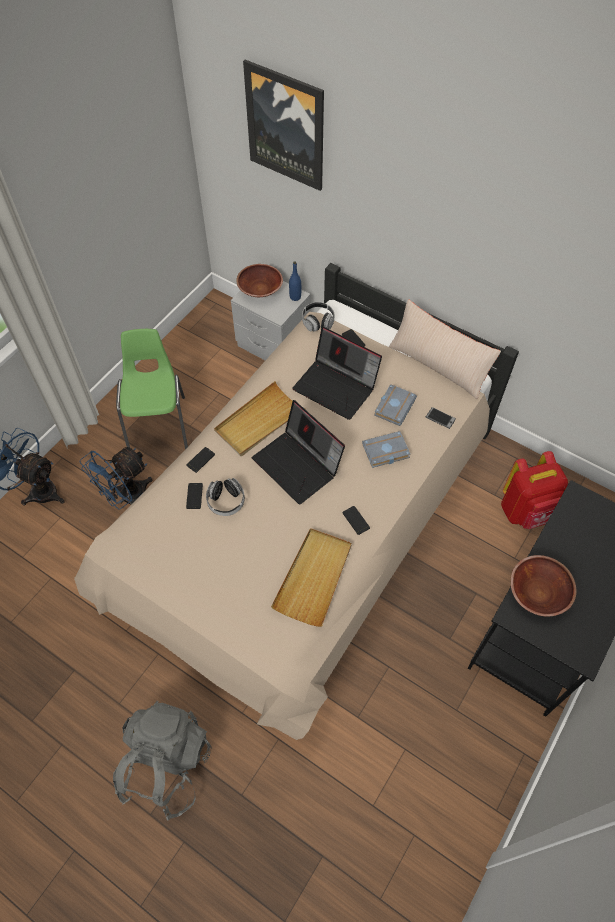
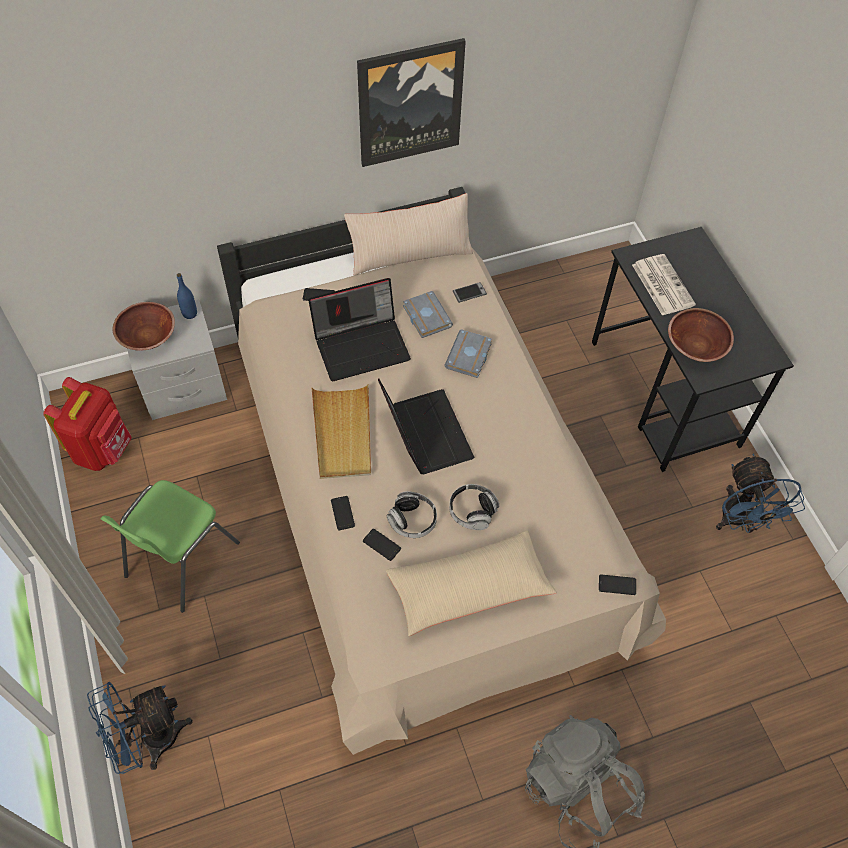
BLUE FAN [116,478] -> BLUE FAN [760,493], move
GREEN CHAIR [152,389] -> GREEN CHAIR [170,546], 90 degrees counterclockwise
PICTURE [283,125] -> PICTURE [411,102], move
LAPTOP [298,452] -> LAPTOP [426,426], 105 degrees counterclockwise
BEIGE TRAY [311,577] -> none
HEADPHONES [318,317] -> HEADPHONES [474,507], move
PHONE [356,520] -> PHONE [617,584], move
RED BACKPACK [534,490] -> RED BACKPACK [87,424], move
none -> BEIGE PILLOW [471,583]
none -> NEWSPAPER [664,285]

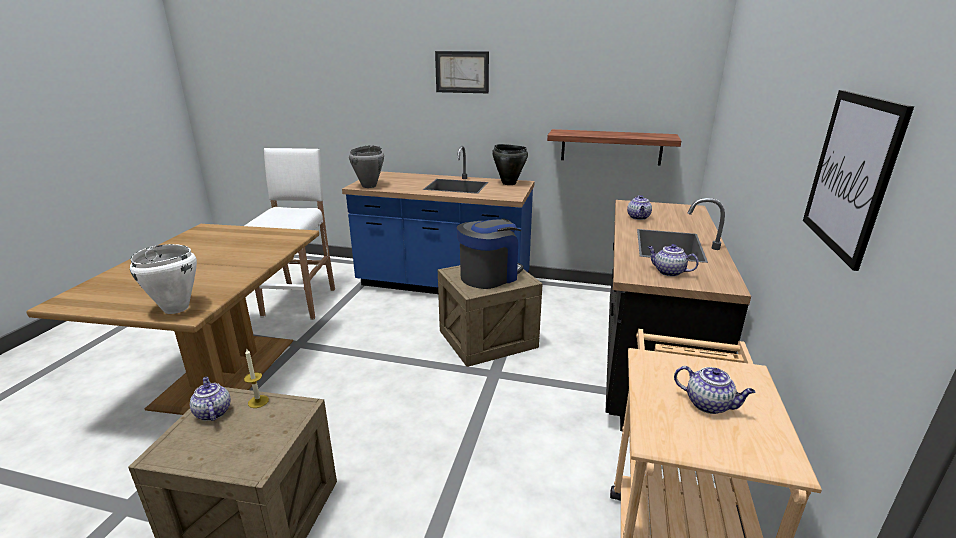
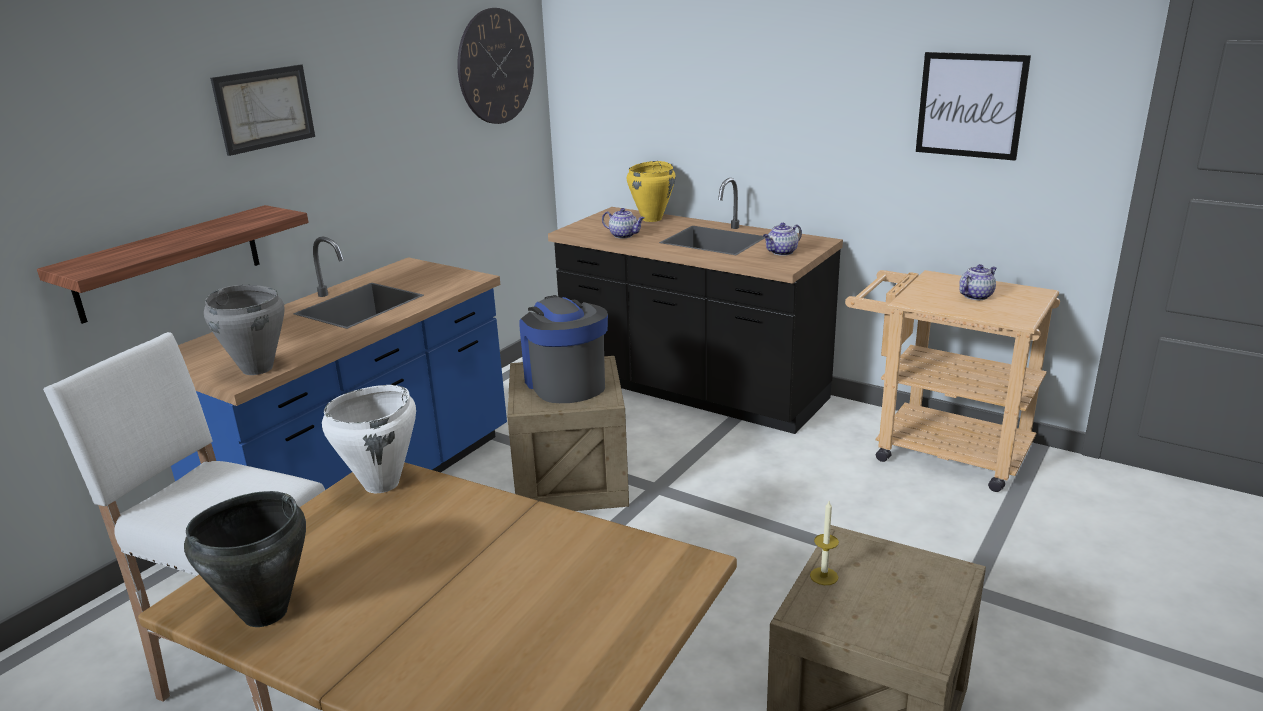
WHITE COOKING POT [163,279] -> WHITE COOKING POT [369,439], move
TEAPOT [210,399] -> none
BLACK COOKING POT [510,164] -> BLACK COOKING POT [245,559], move
SHELF [614,147] -> SHELF [173,264], move
none -> WALL CLOCK [495,66]
none -> YELLOW COOKING POT [651,191]

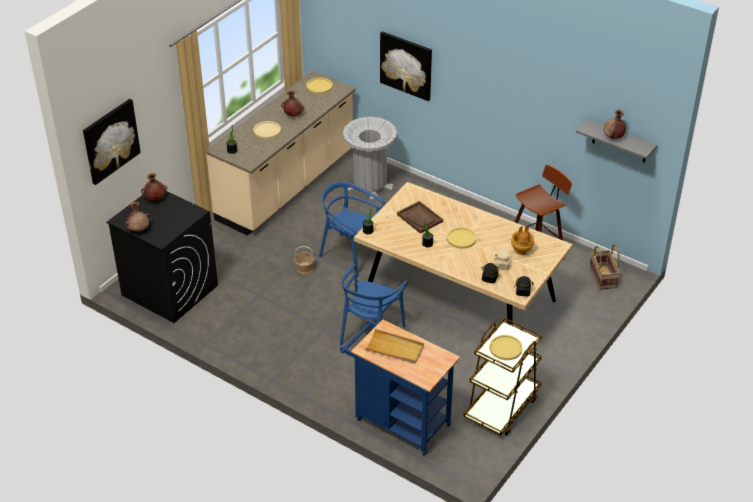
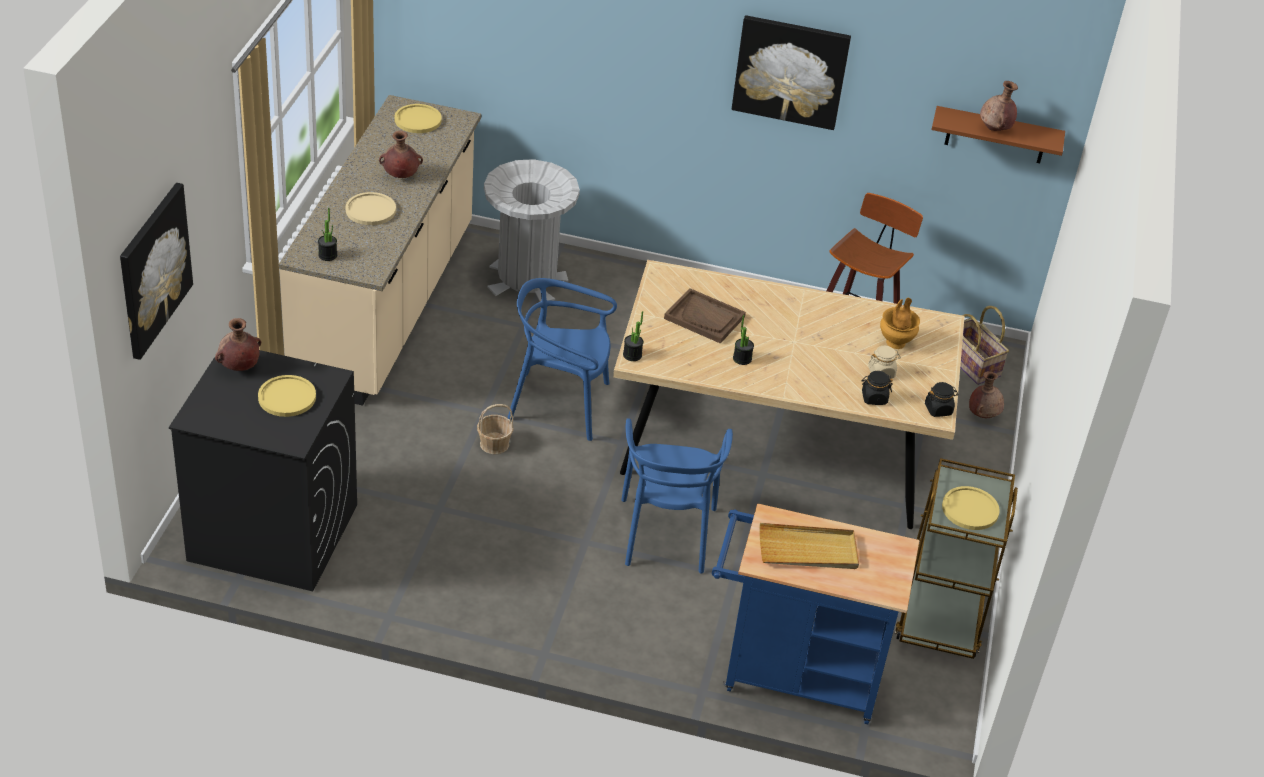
BROWN VASE [137,217] -> BROWN VASE [986,394], move
PICTURE [406,66] -> PICTURE [791,72], move
YELLOW PLATE [462,238] -> YELLOW PLATE [287,396], move
GREY SHELF [616,141] -> BROWN SHELF [998,134]

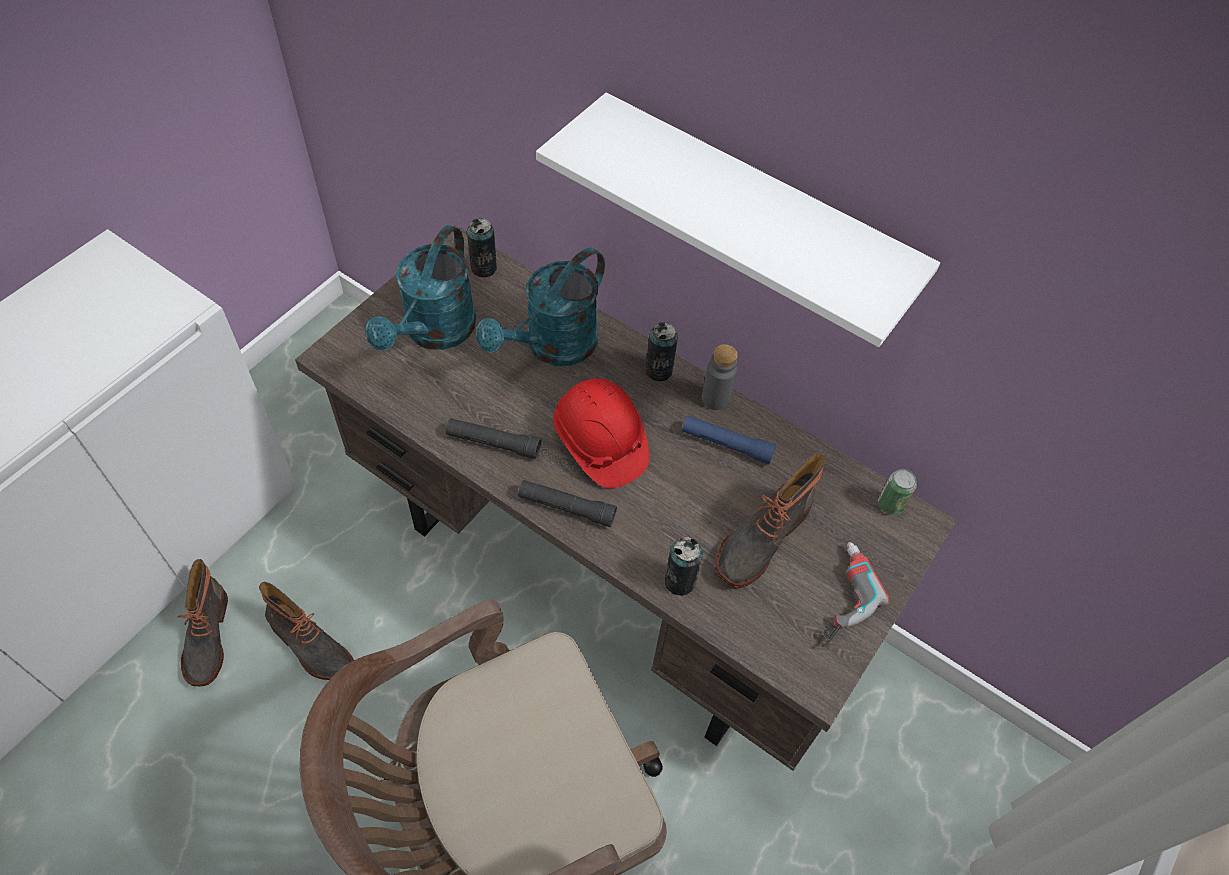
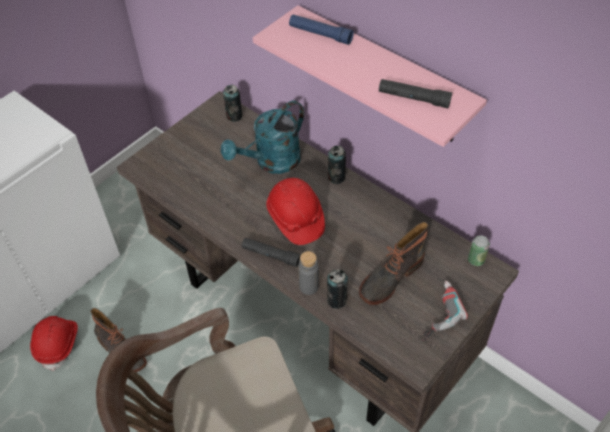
BOOT [203,622] -> RED HARD HAT [54,343]
TURQUOISE WATERING CAN [420,288] -> none
BLACK FLASHLIGHT [493,438] -> BLACK FLASHLIGHT [415,93], move
WHITE SHELF [738,220] -> PINK SHELF [370,76]
BLUE FLASHLIGHT [729,440] -> BLUE FLASHLIGHT [321,29], move
GREY BOTTLE [720,377] -> GREY BOTTLE [308,273], move

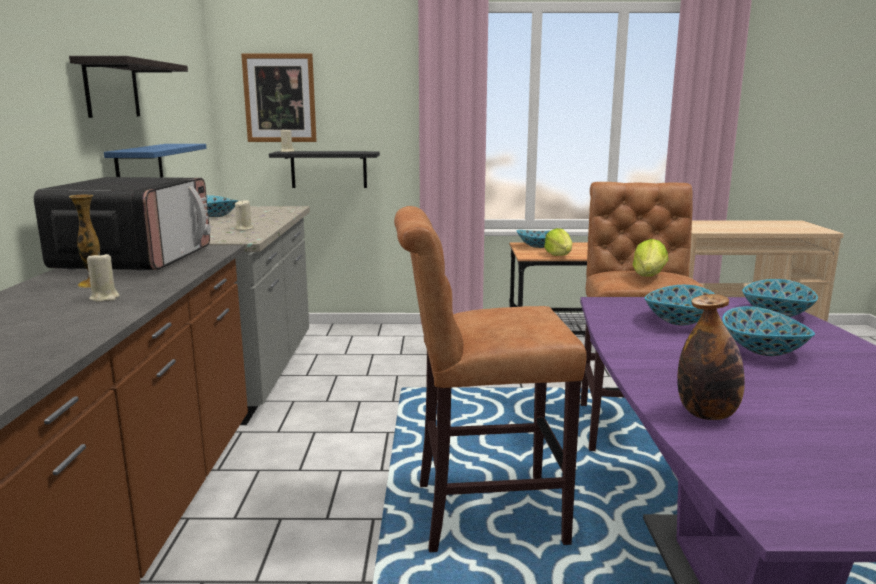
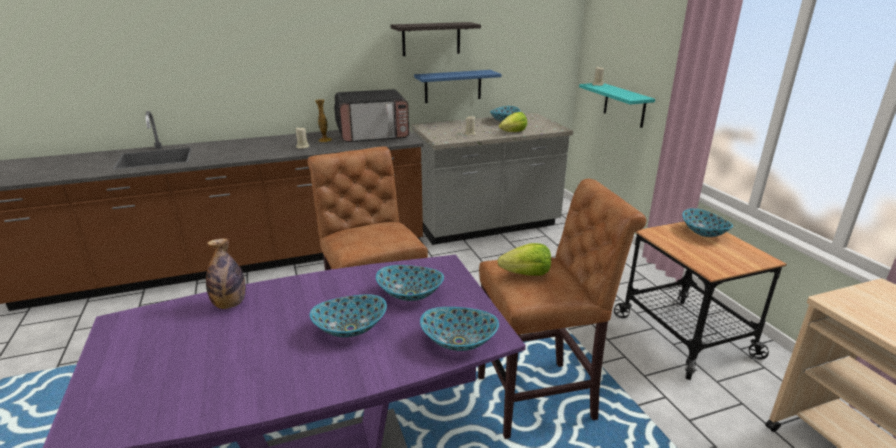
PICTURE [279,97] -> none
BLACK SHELF [324,169] -> TURQUOISE SHELF [617,105]
LETTUCE [558,242] -> LETTUCE [513,122], move

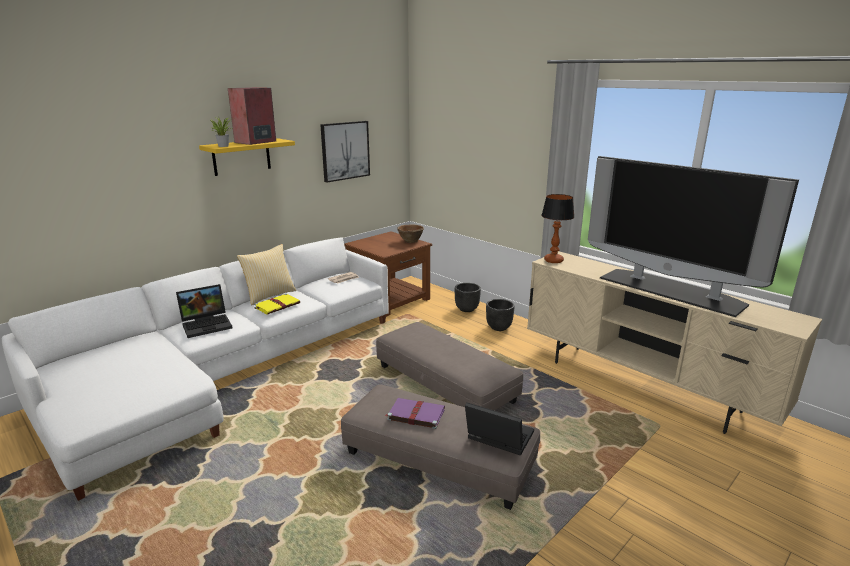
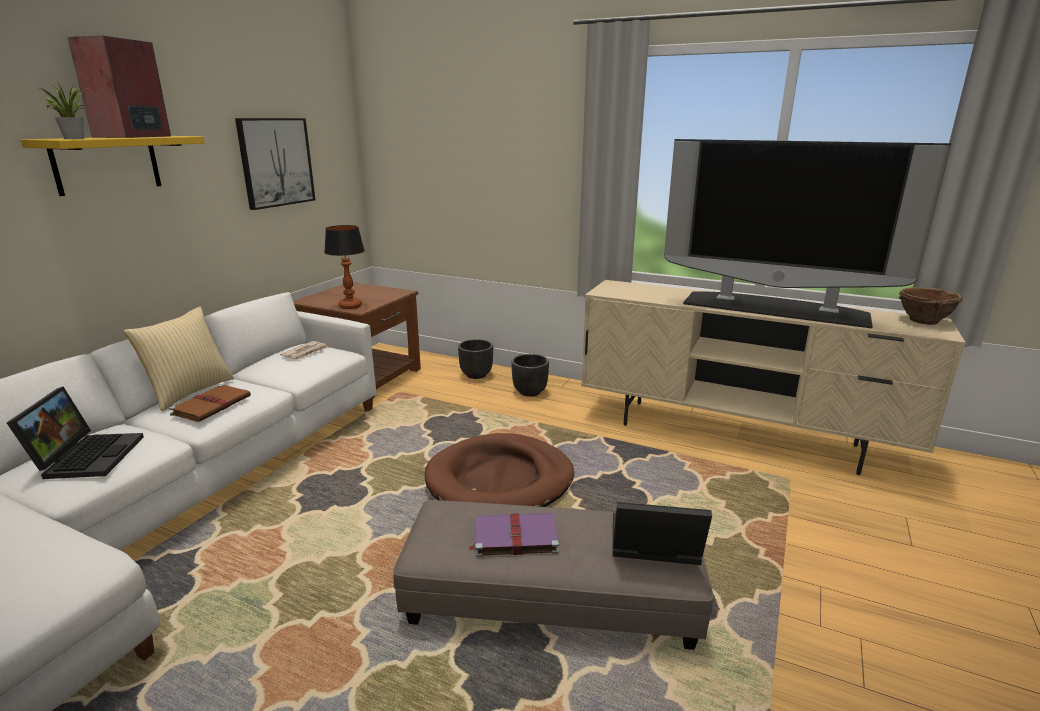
LAPTOP [204,311] -> LAPTOP [75,432], 45 degrees counterclockwise
YELLOW BOOK [277,304] -> BROWN BOOK [210,403]
GREY OTTOMAN [449,366] -> BROWN DOG BED [499,470]
BROWN BOWL [410,233] -> BROWN BOWL [931,306], move
TABLE LAMP [558,228] -> TABLE LAMP [344,267], move

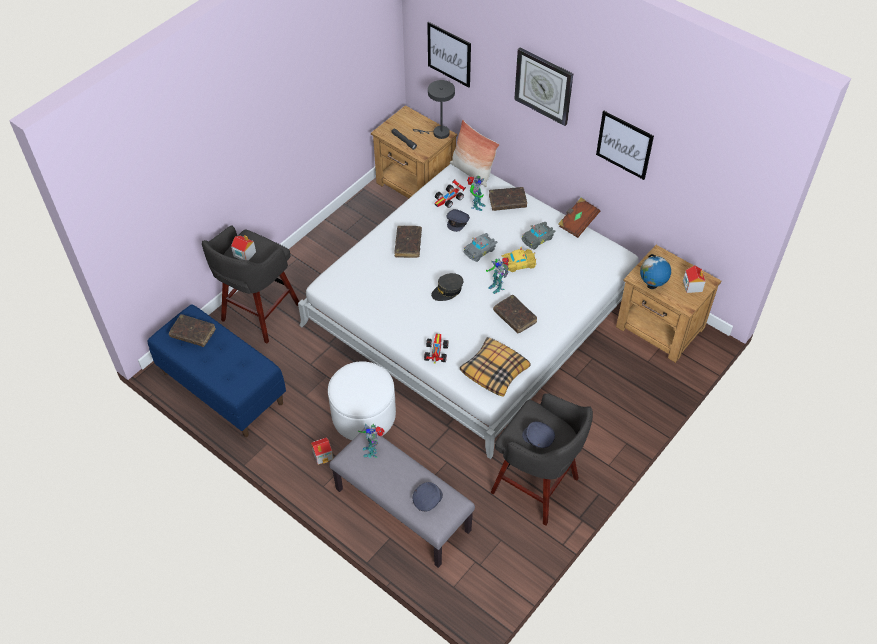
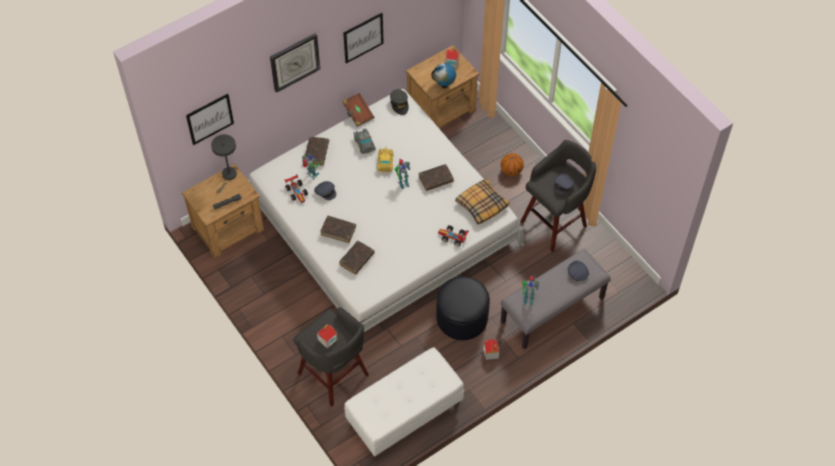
BLUE BENCH [217,370] -> WHITE BENCH [404,403]
BROWN BOOK [192,330] -> BROWN BOOK [357,258], move
WHITE OTTOMAN [362,400] -> BLACK OTTOMAN [463,308]
GREY CAP [447,287] -> GREY CAP [399,102], move
PILLOW [474,153] -> none
GREY TOY CAR [480,247] -> none
none -> BASKETBALL [512,164]

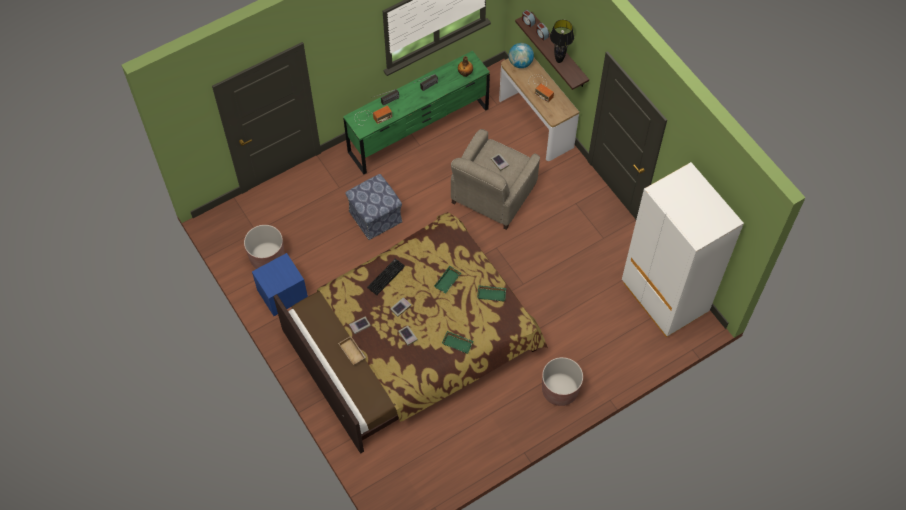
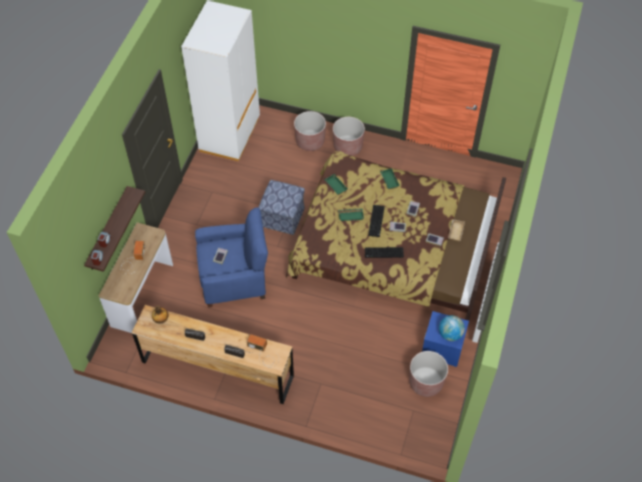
GREEN DRESSER [416,113] -> BROWN DRESSER [213,354]
OTTOMAN [374,207] -> OTTOMAN [281,207], move
BEIGE ARMCHAIR [495,179] -> BLUE ARMCHAIR [231,257]
GLOBE [521,55] -> GLOBE [452,328], move
BLACK TABLE LAMP [562,41] -> none
none -> BROWN PLANTER [310,131]
none -> KEYBOARD [376,221]

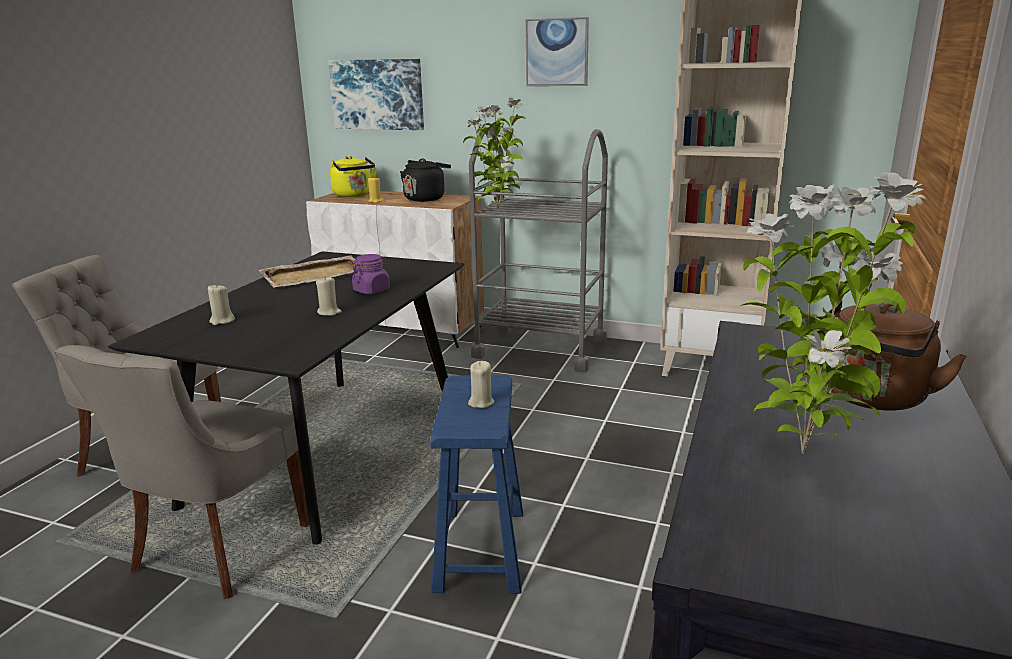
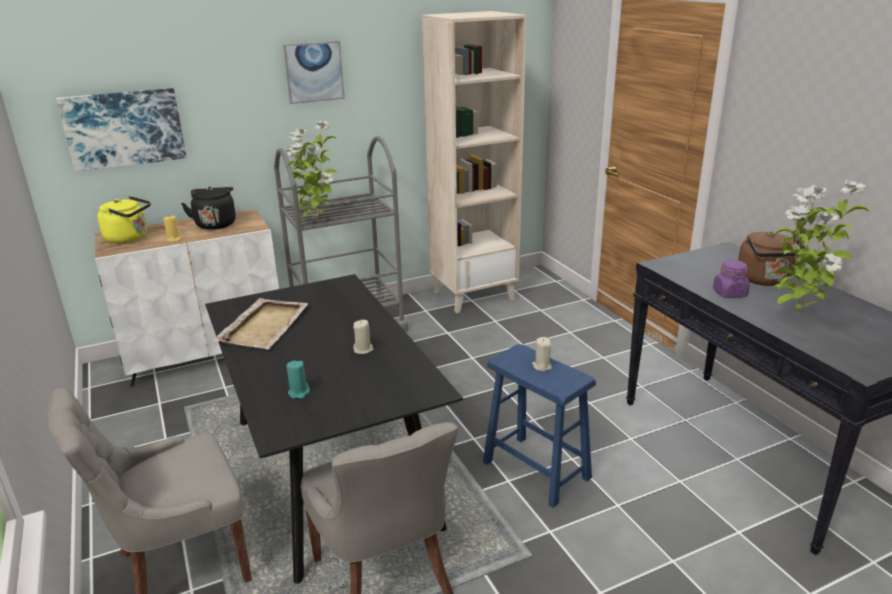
BEIGE CANDLE [221,304] -> TURQUOISE CANDLE [298,379]
PURPLE JAR [371,274] -> PURPLE JAR [731,279], move

